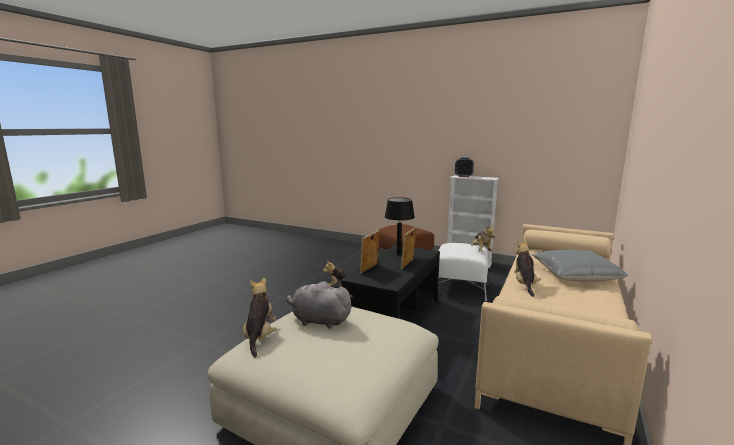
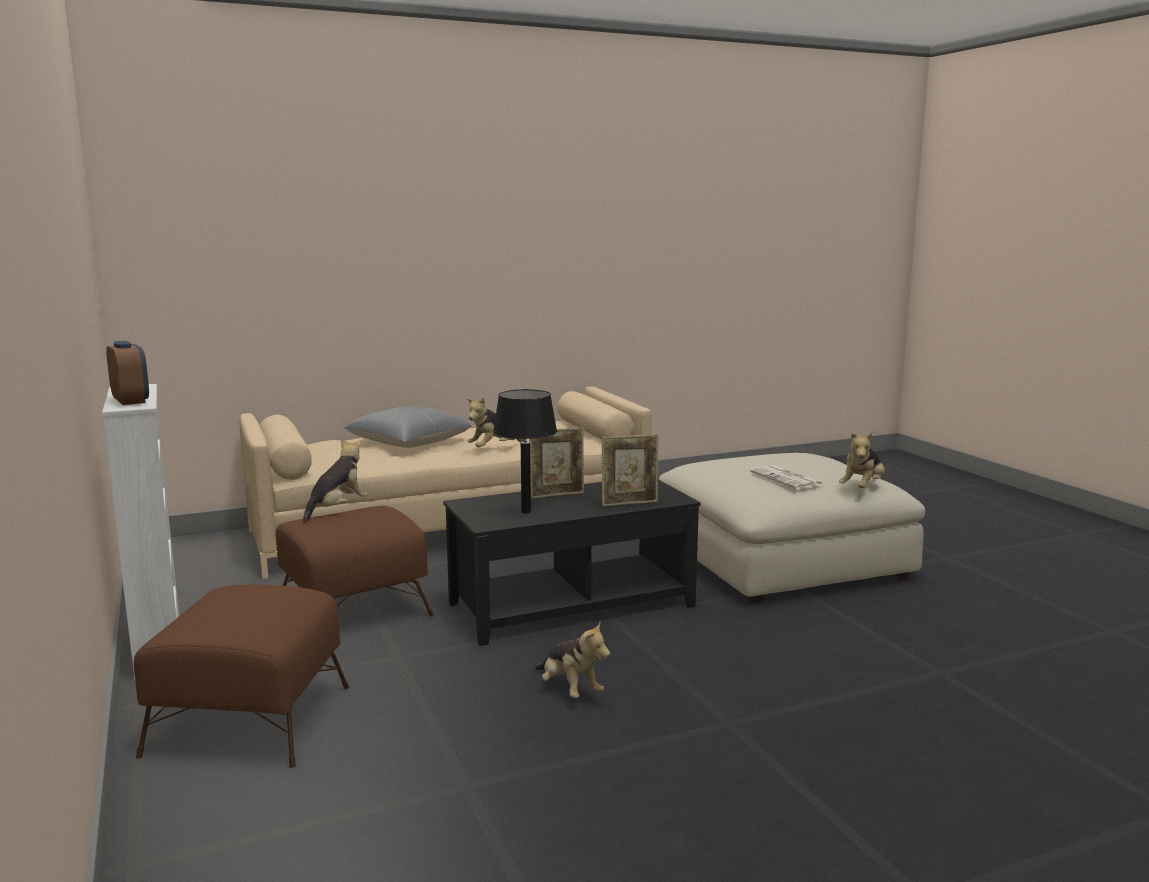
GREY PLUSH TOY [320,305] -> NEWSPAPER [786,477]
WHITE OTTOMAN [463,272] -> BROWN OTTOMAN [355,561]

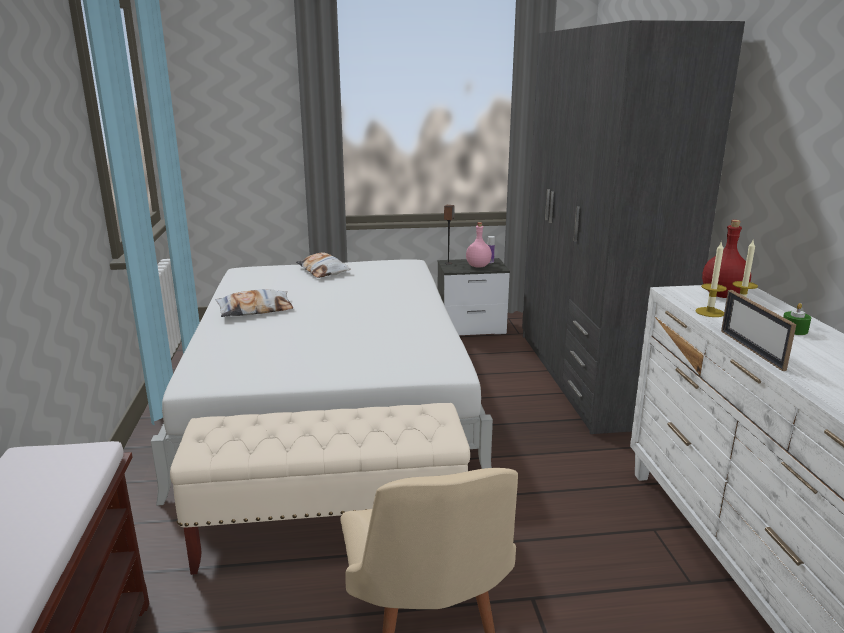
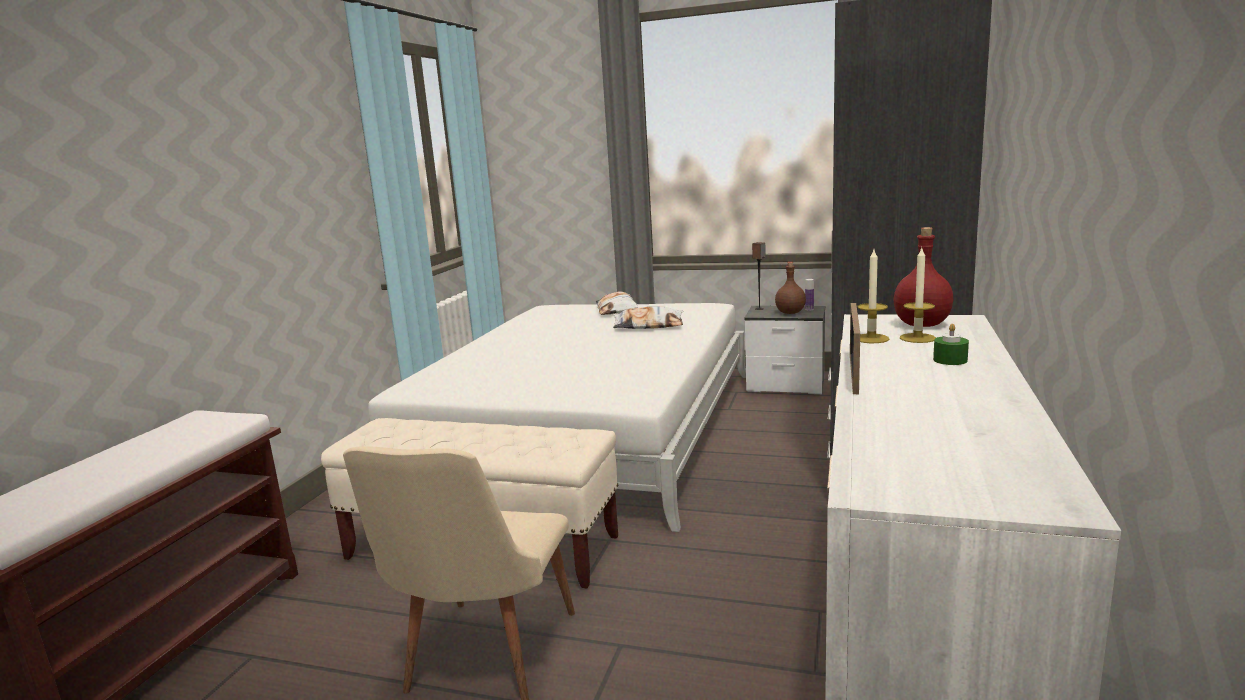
PILLOW [254,303] -> PILLOW [648,317], move
PINK BOTTLE [479,245] -> BROWN BOTTLE [790,288]

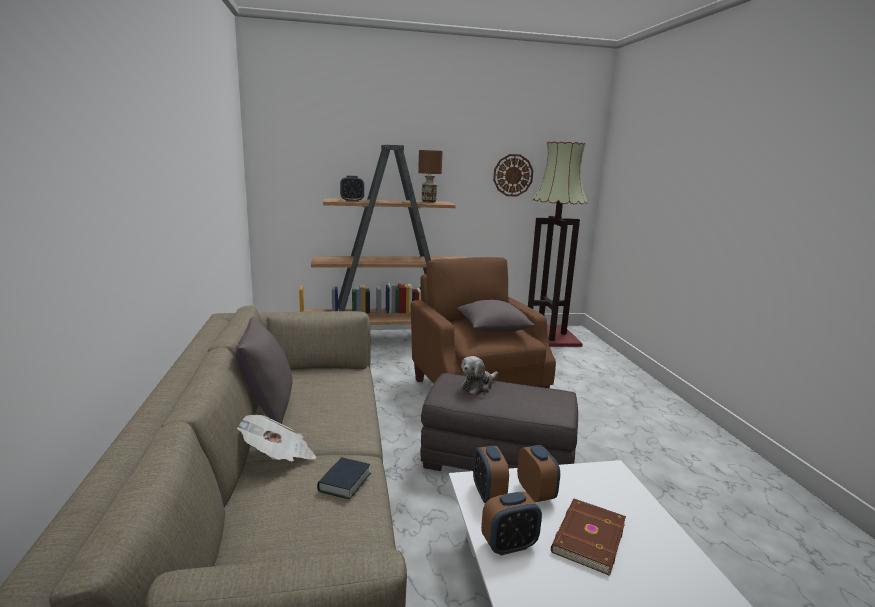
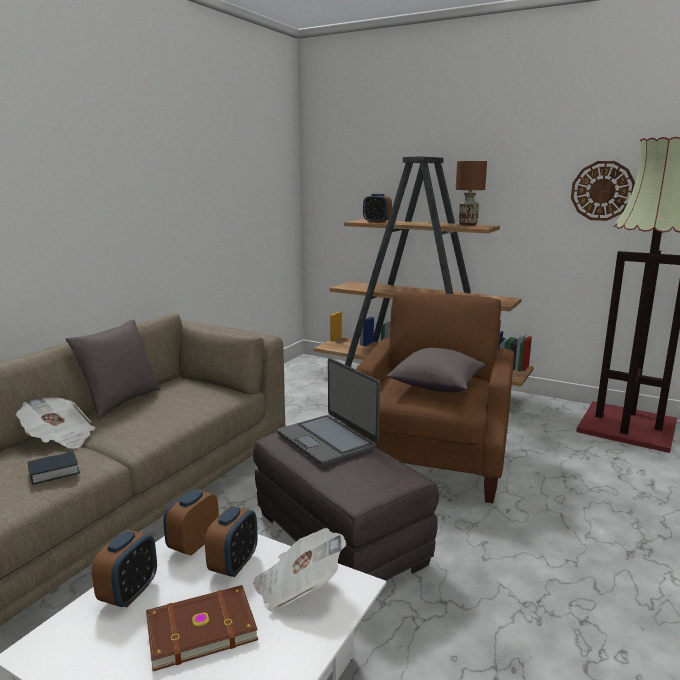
PLUSH TOY [479,375] -> LAPTOP [328,412]
ALARM CLOCK [511,524] -> ALARM CLOCK [124,568], 90 degrees counterclockwise
none -> NEWSPAPER [299,569]

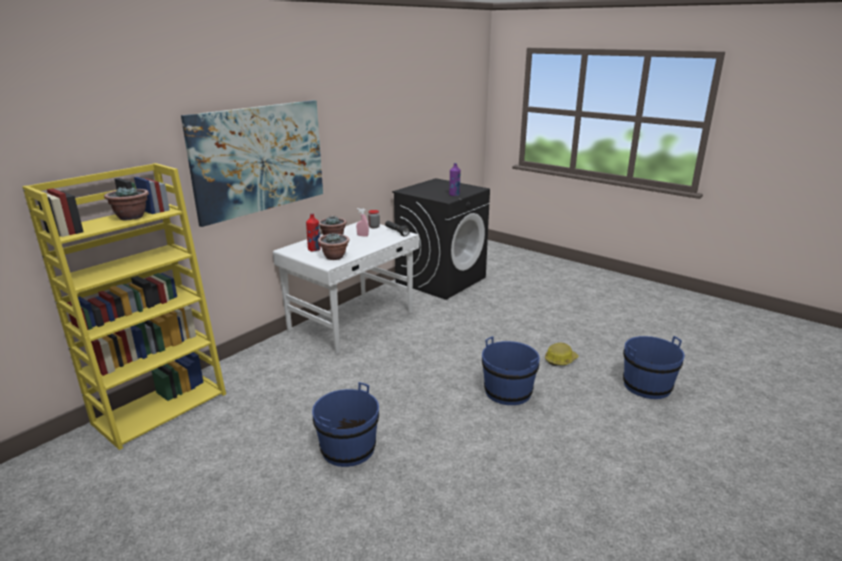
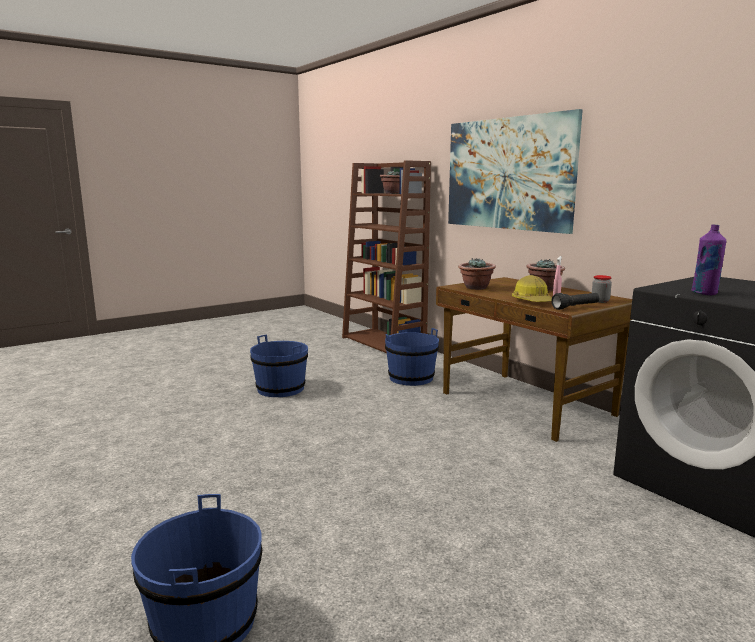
YELLOW BOOKCASE [124,306] -> BROWN BOOKCASE [386,256]
WHITE DESK [346,288] -> BROWN DESK [534,359]
RED BOTTLE [313,232] -> none
BLUE BUCKET [511,370] -> BLUE BUCKET [412,357], move
HARD HAT [562,354] -> HARD HAT [532,288], move

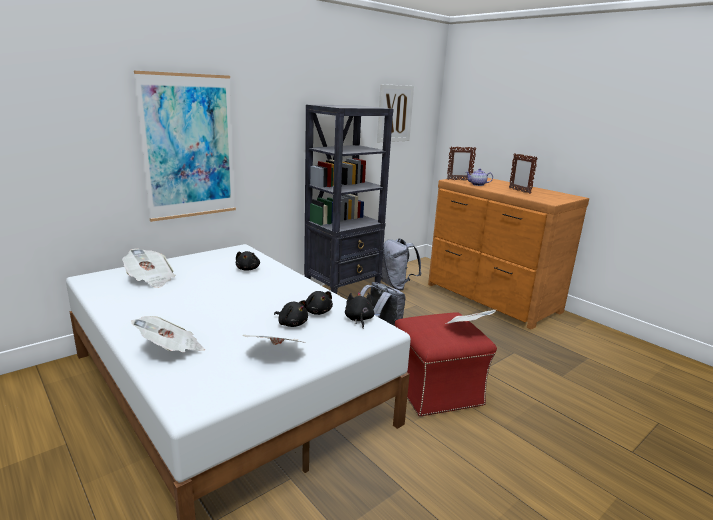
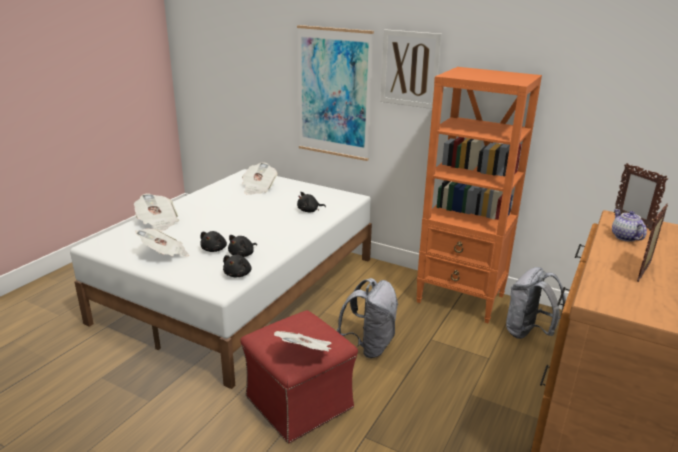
BLACK BOOKCASE [349,199] -> ORANGE BOOKCASE [479,195]
BLACK PLUSH TOY [359,310] -> BLACK PLUSH TOY [237,266], 135 degrees clockwise
PICTURE [395,113] -> PICTURE [411,69], move

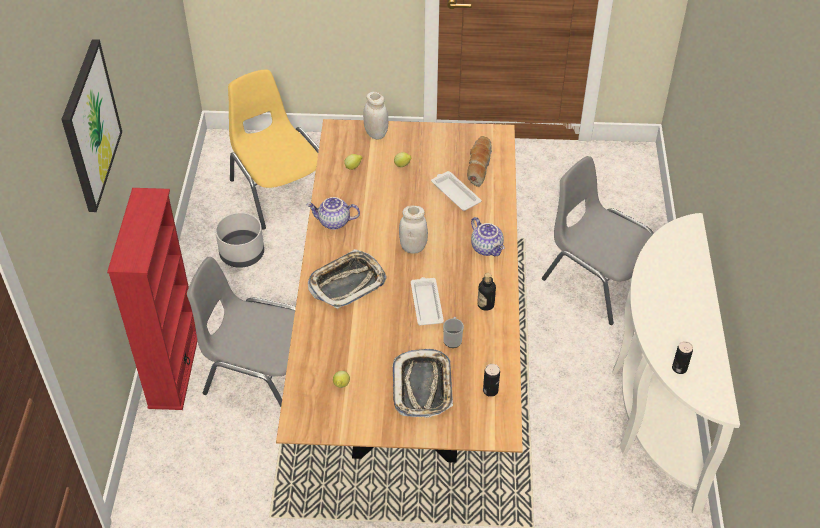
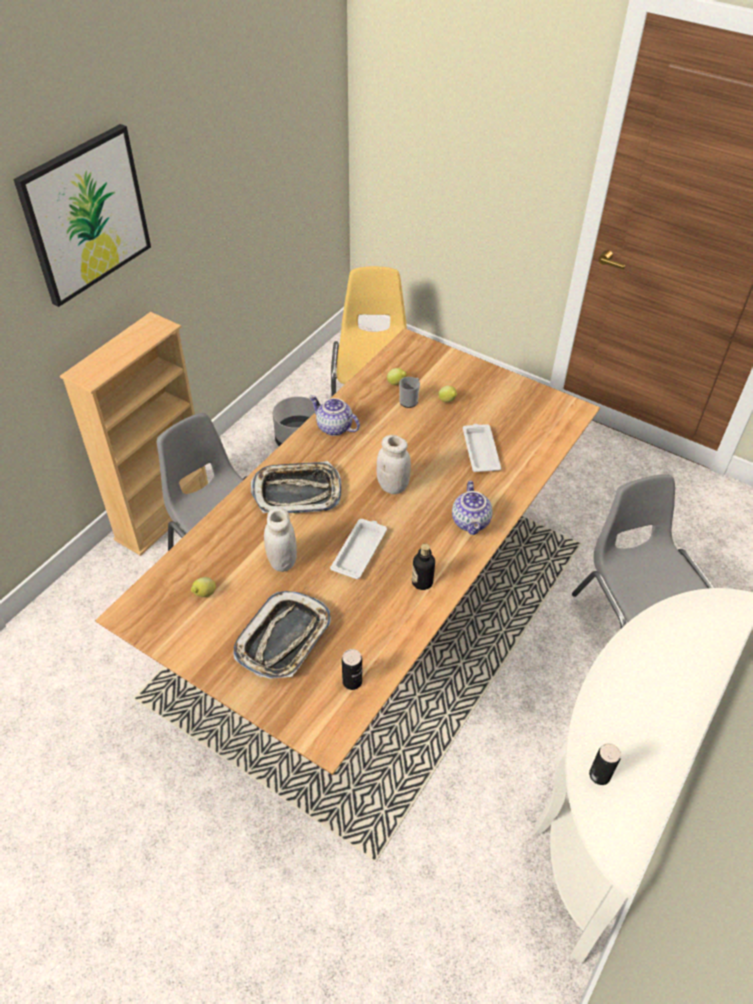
RED BOOKCASE [152,299] -> BEIGE BOOKCASE [134,434]
WHITE JAR [375,116] -> WHITE JAR [280,540], move
MUG [453,332] -> MUG [409,392], move
BREAD [479,161] -> none

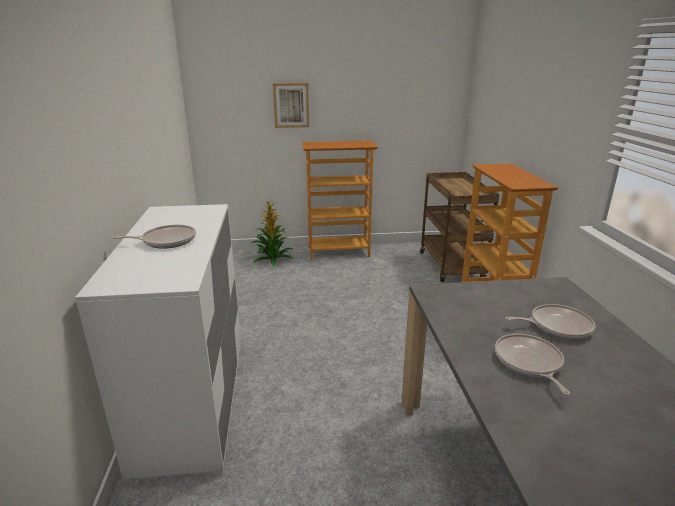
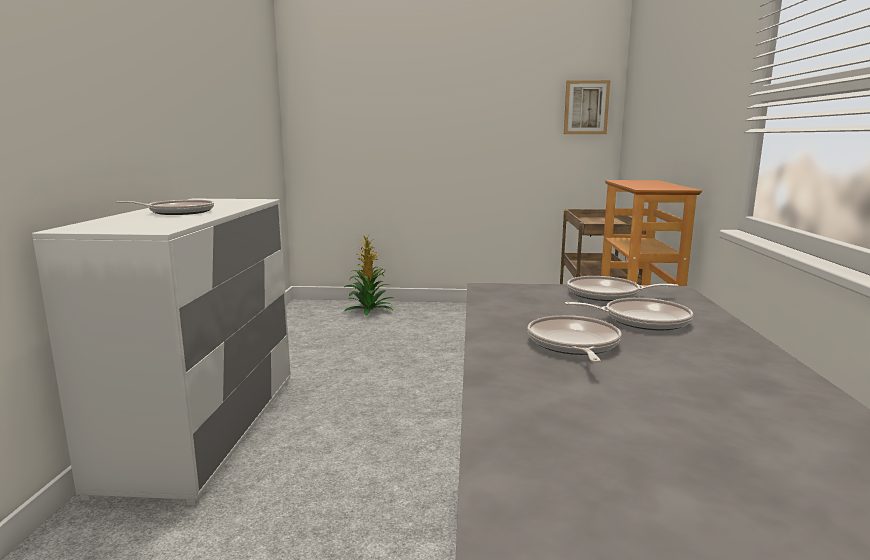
PICTURE [291,105] -> PICTURE [587,107], move
BOOKCASE [340,200] -> none
none -> FRYING PAN [622,288]

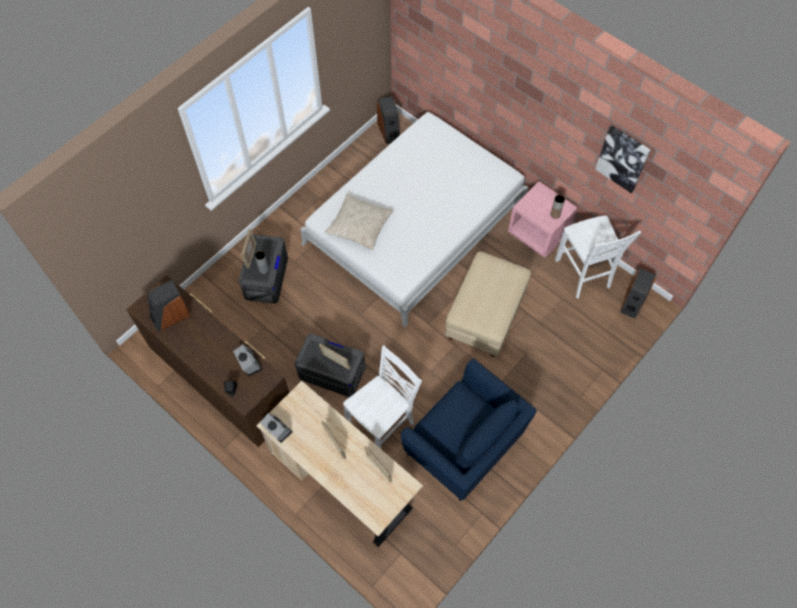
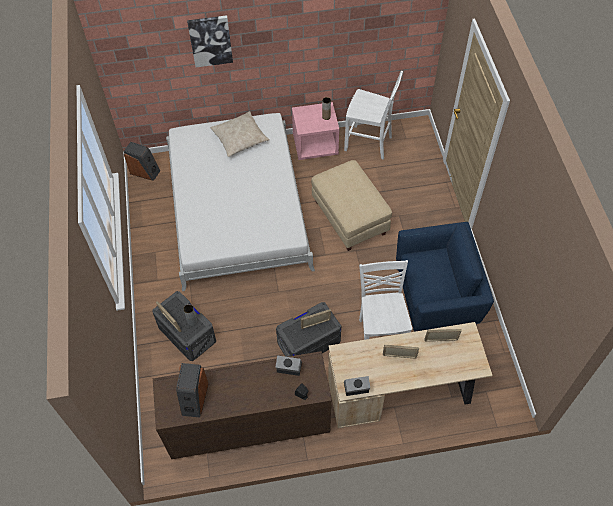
BEIGE PILLOW [359,222] -> BEIGE PILLOW [240,134], move
PICTURE [622,159] -> PICTURE [210,41], move
SPEAKER [638,294] -> none

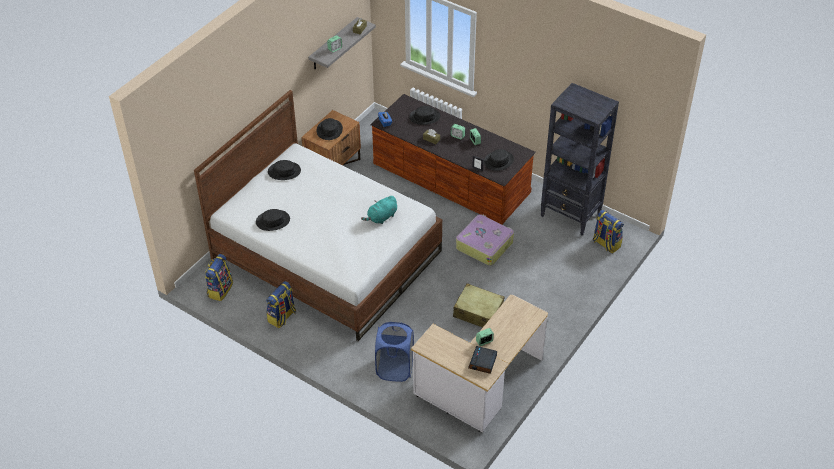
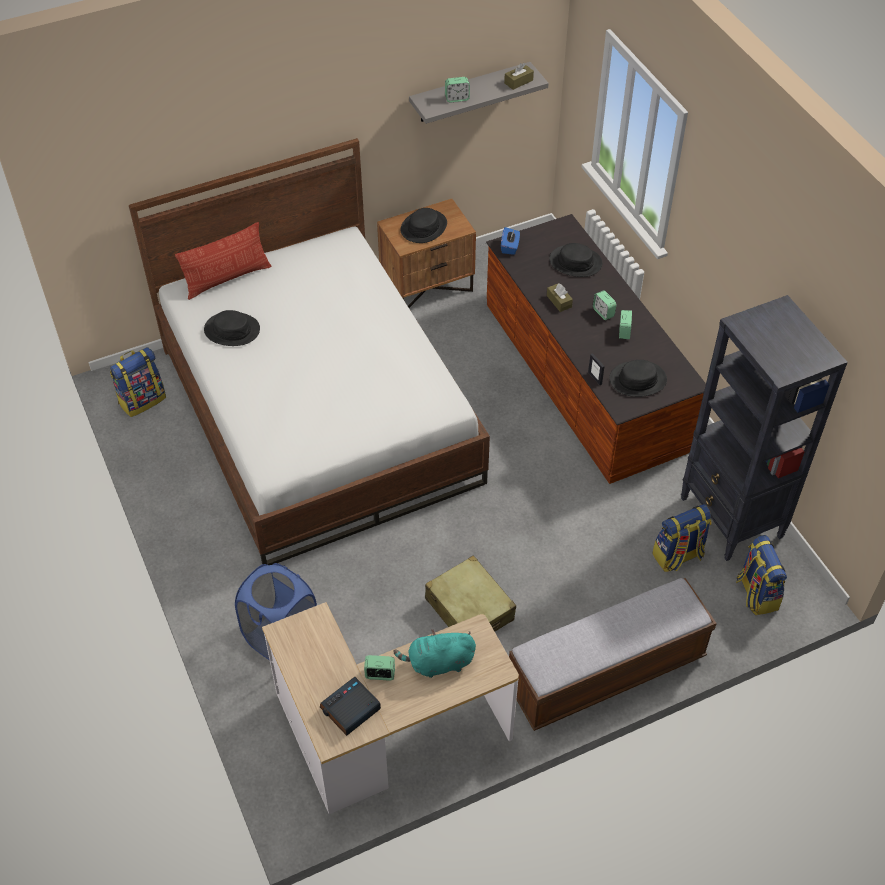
BACKPACK [281,304] -> BACKPACK [681,538], move
BLACK HAT [284,170] -> none
TURQUOISE PLUSH TOY [379,210] -> TURQUOISE PLUSH TOY [434,653], move
SUITCASE [485,240] -> none
none -> PILLOW [223,261]
none -> BENCH [613,654]

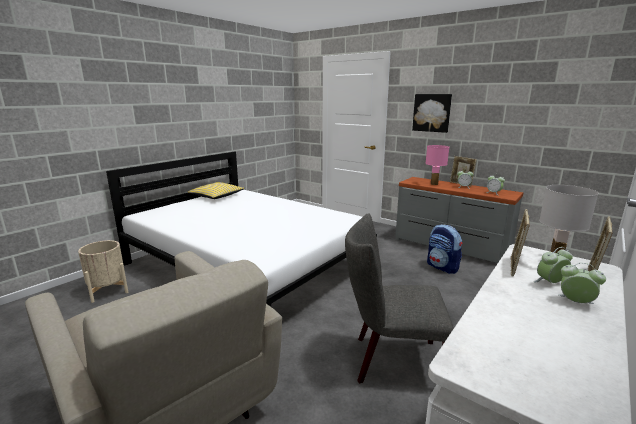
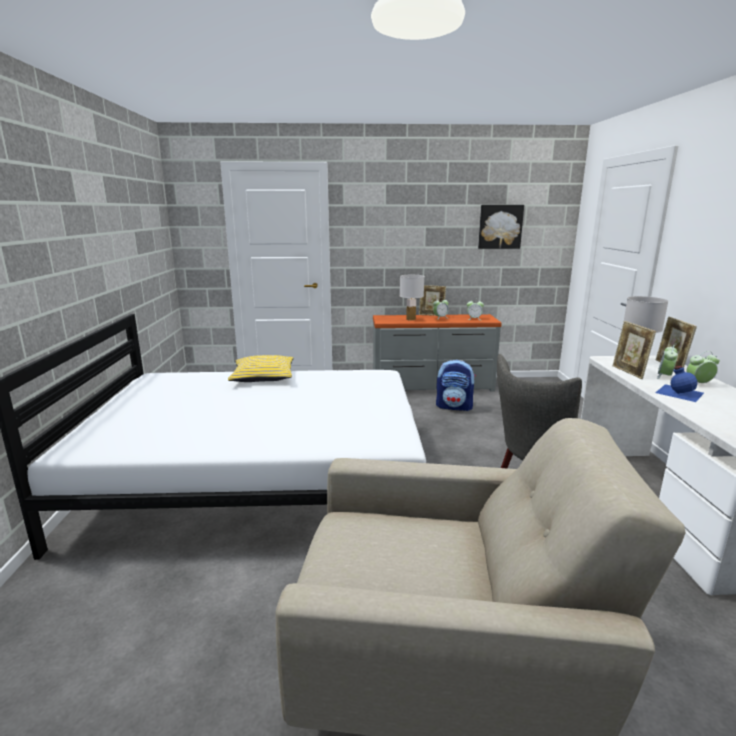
BEIGE PLANTER [103,271] -> none
YELLOW PILLOW [216,190] -> YELLOW PILLOW [261,368], move
PICTURE [432,113] -> PICTURE [501,227], move
PINK TABLE LAMP [437,165] -> WHITE TABLE LAMP [412,298]
none -> BLUE BOTTLE [679,384]

